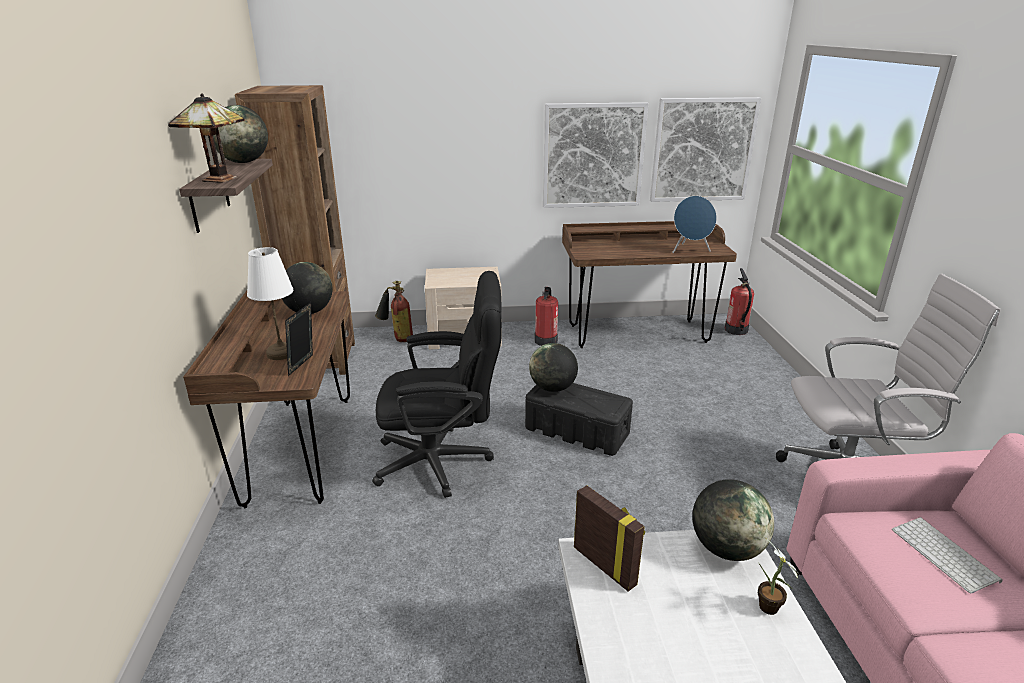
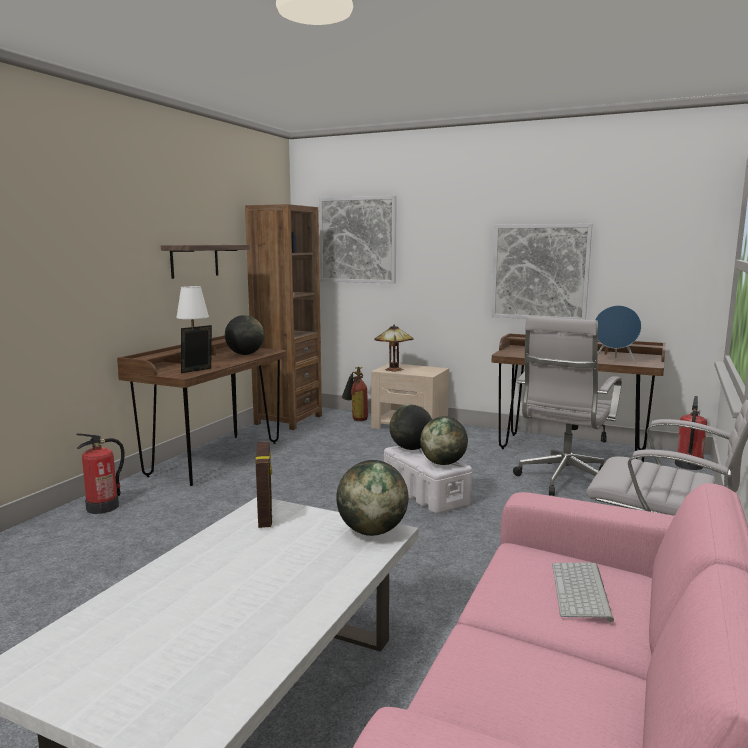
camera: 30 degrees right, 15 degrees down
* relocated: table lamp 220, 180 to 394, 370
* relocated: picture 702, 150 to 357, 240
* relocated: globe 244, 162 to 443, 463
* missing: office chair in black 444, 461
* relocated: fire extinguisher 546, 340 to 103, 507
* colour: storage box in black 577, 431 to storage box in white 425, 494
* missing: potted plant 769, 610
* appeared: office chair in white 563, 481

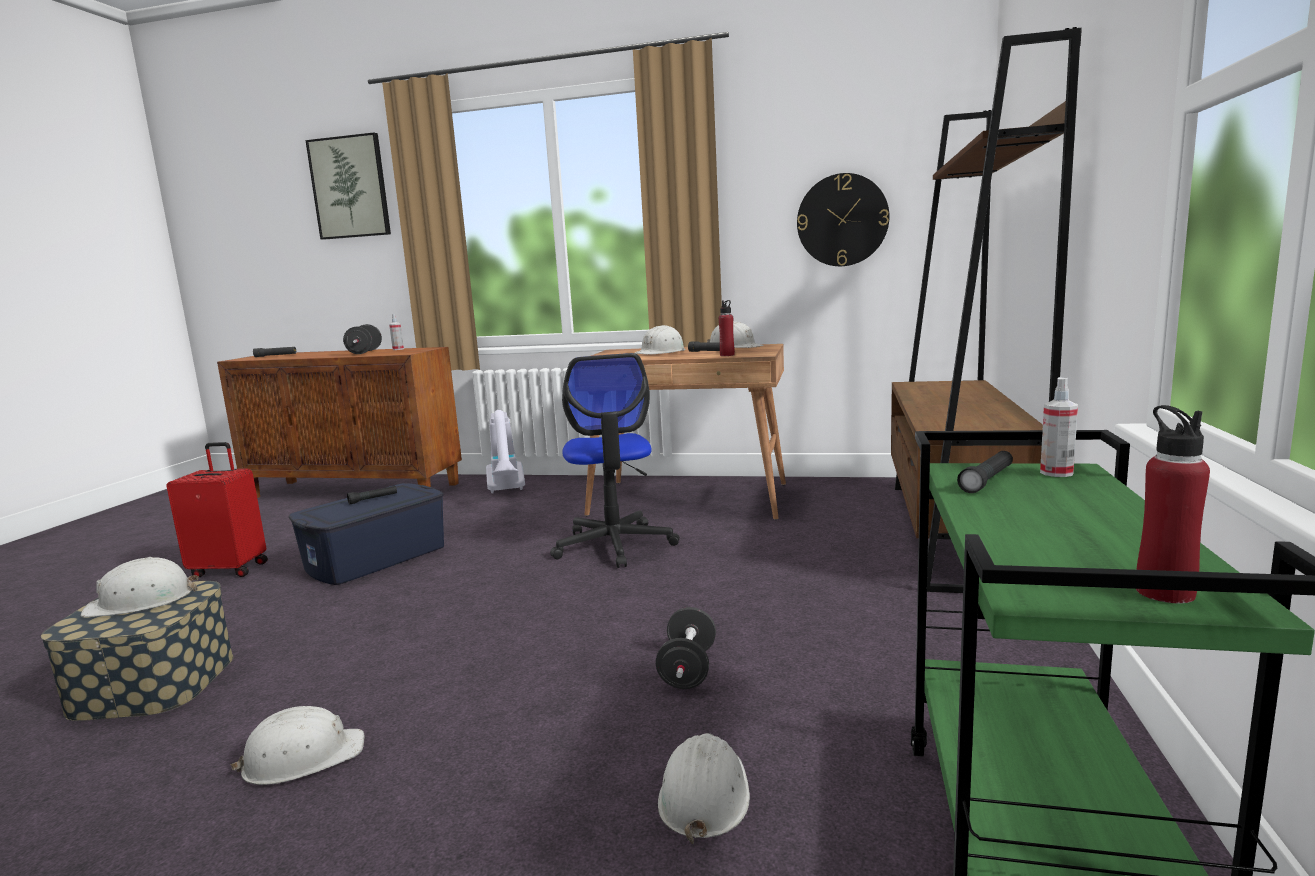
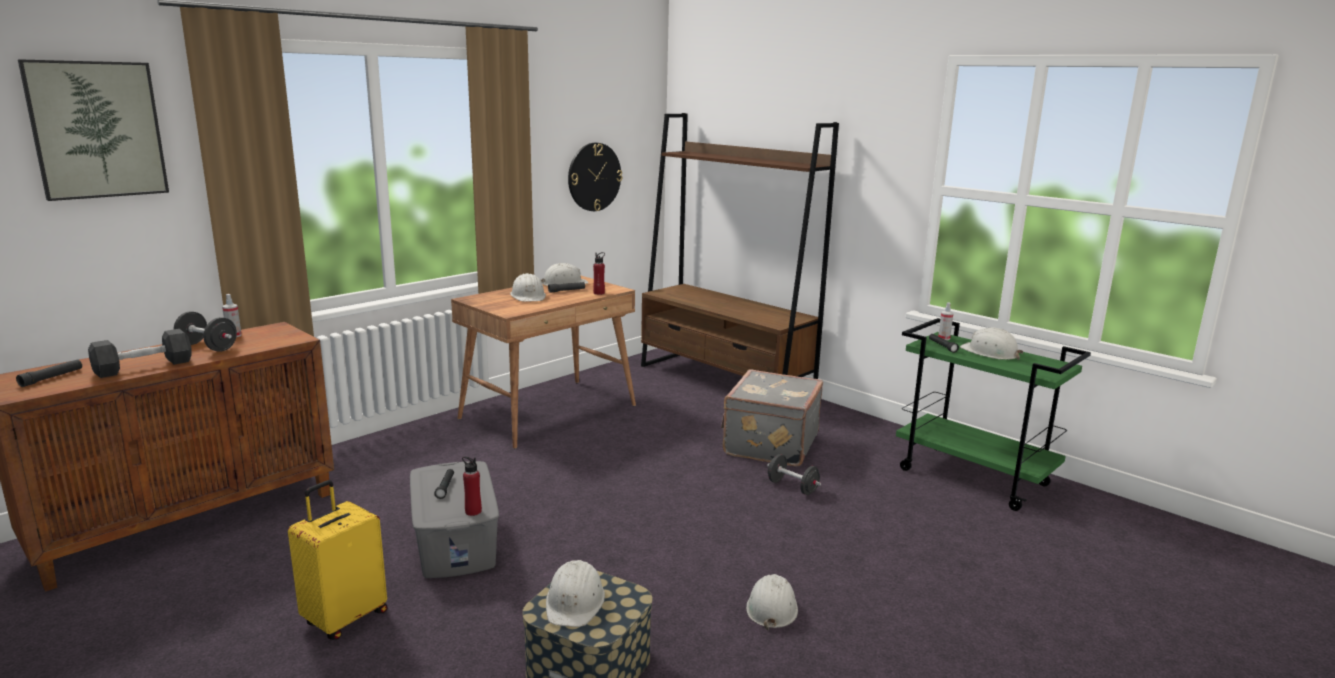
camera: 60 degrees left, 5 degrees up
* missing: office chair 614, 545
* relocated: bottle in red 1164, 592 to 473, 511
* missing: vacuum cleaner 507, 492
* colour: suitcase in red 230, 569 to suitcase in yellow 344, 618
* colour: storage box in blue 377, 558 to storage box in grey 456, 541
* relocated: hard hat in white 704, 795 to 990, 352
* appeared: dumbbell in black 144, 367
* appeared: suitcase in grey 769, 444

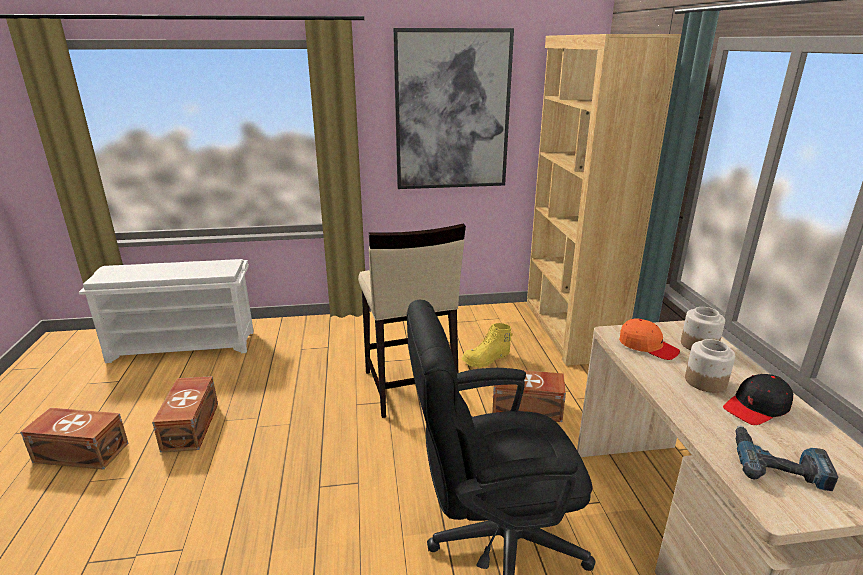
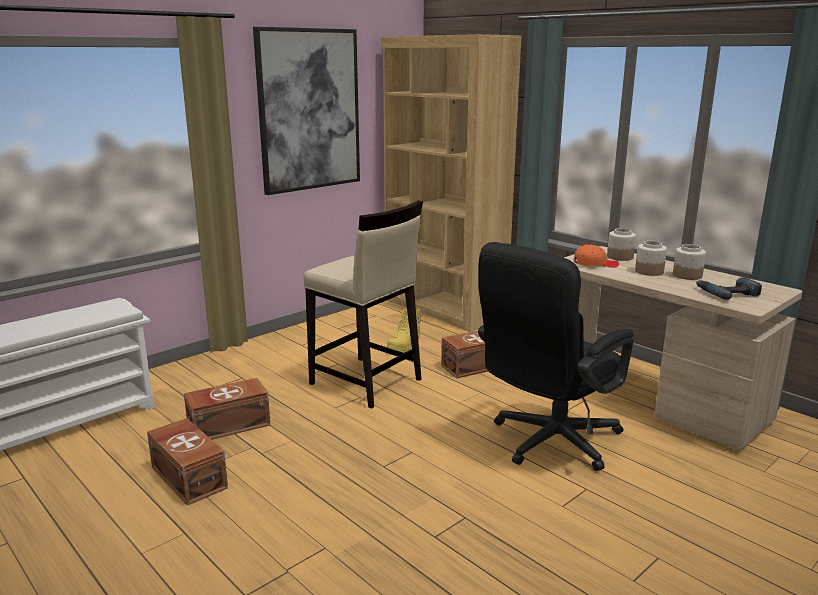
camera: 35 degrees left, 5 degrees down
* exchanged: cap in black 756, 407 to jar 687, 275
* relocated: storage box in brown 81, 451 to 227, 425

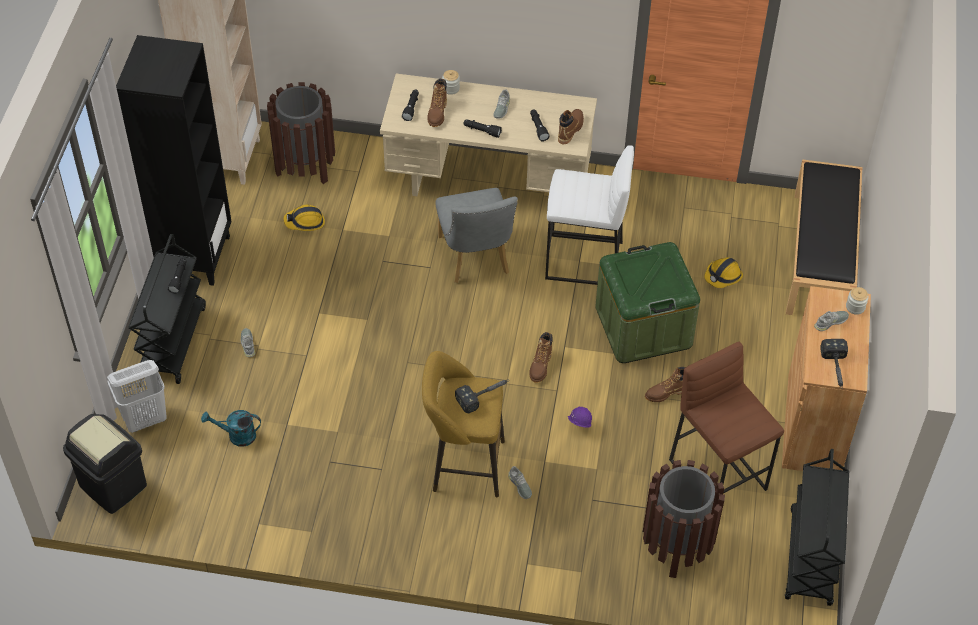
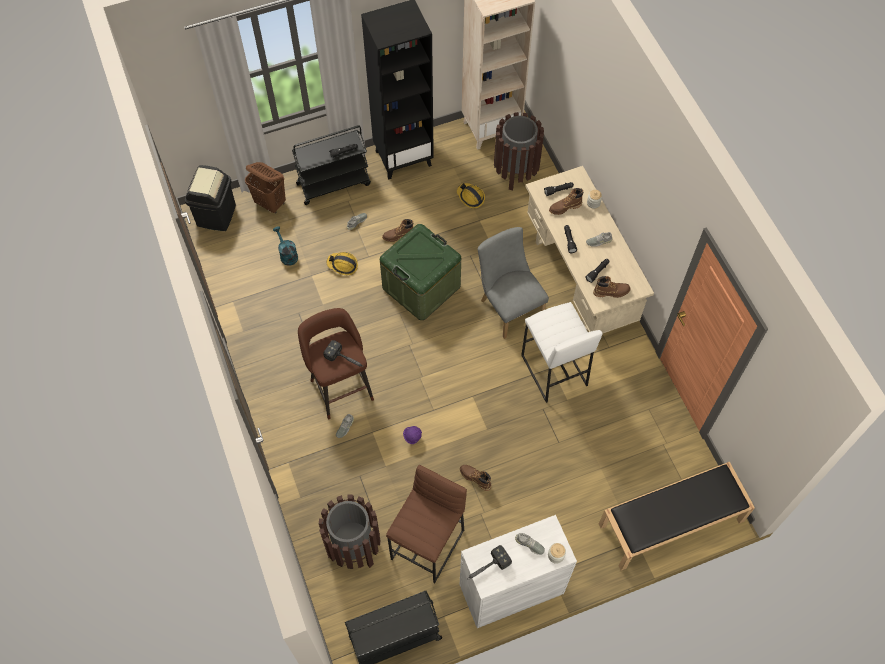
camera: 60 degrees right, 10 degrees up
* spun: chair in grey 475, 259 = 508, 306 105 degrees clockwise
* relocated: storage box in green 643, 326 to 421, 287
* relocated: hard hat 723, 276 to 343, 265
* colour: cabinet in brown 814, 424 to cabinet in white 511, 589
* relocated: boot in brown 540, 366 to 398, 236
* colour: stool in yellow 463, 465 to stool in brown 340, 386
* colour: laundry basket in white 145, 419 to laundry basket in brown 270, 203

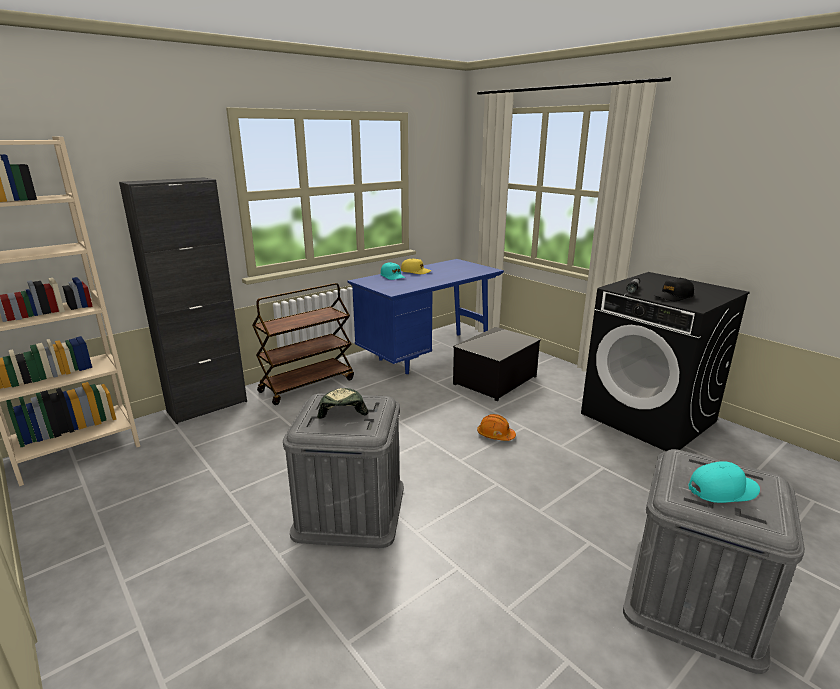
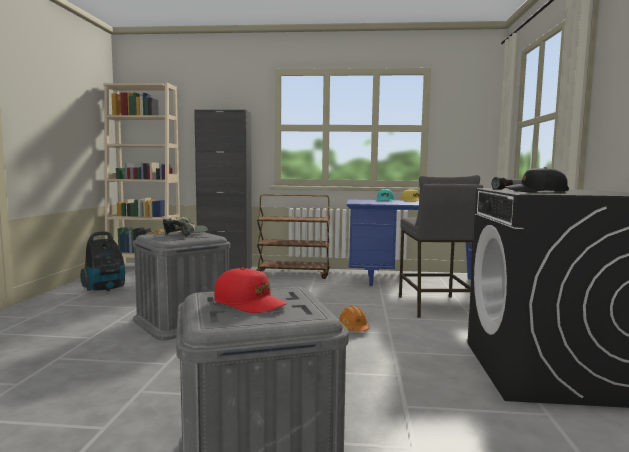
camera: 45 degrees right, 15 degrees down
* exchanged: storage box 495, 381 to stool in grey 434, 306
* colour: cap in turquoise 722, 490 to cap in red 250, 303
* appeared: vacuum cleaner 105, 289

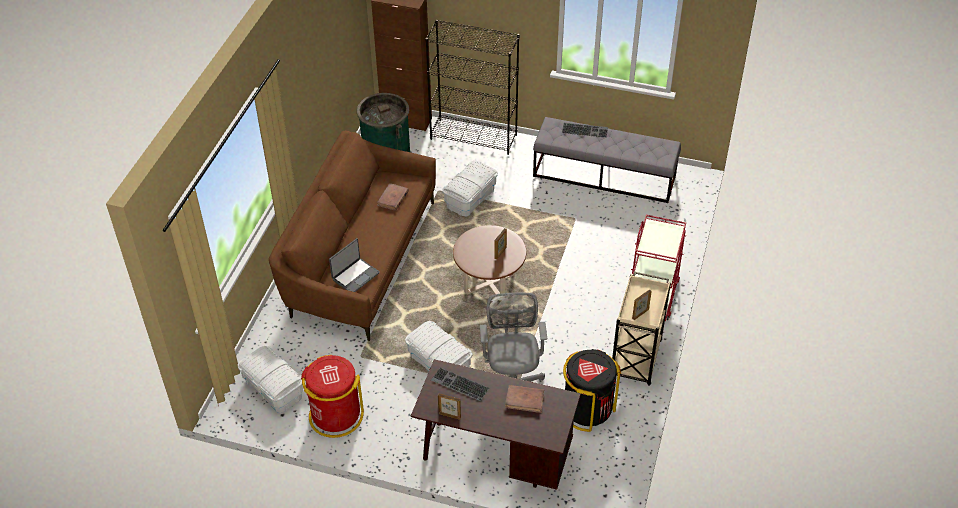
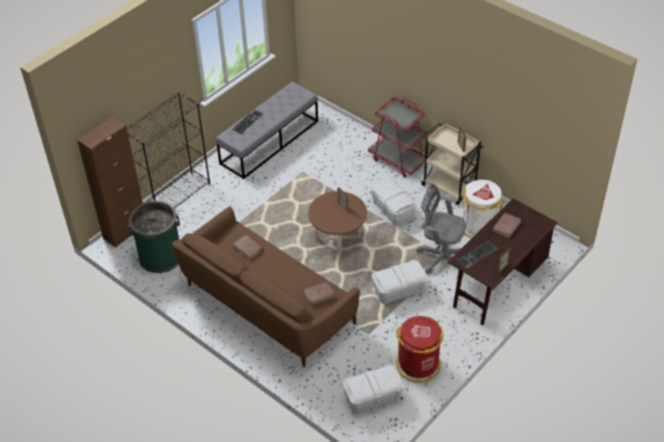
camera: 65 degrees left, 0 degrees up
* relocated: storage box in white 470, 198 to 393, 209
* exchanged: laptop 355, 276 to book in brown 319, 294
* colour: trash can in black 587, 409 to trash can in white 478, 226

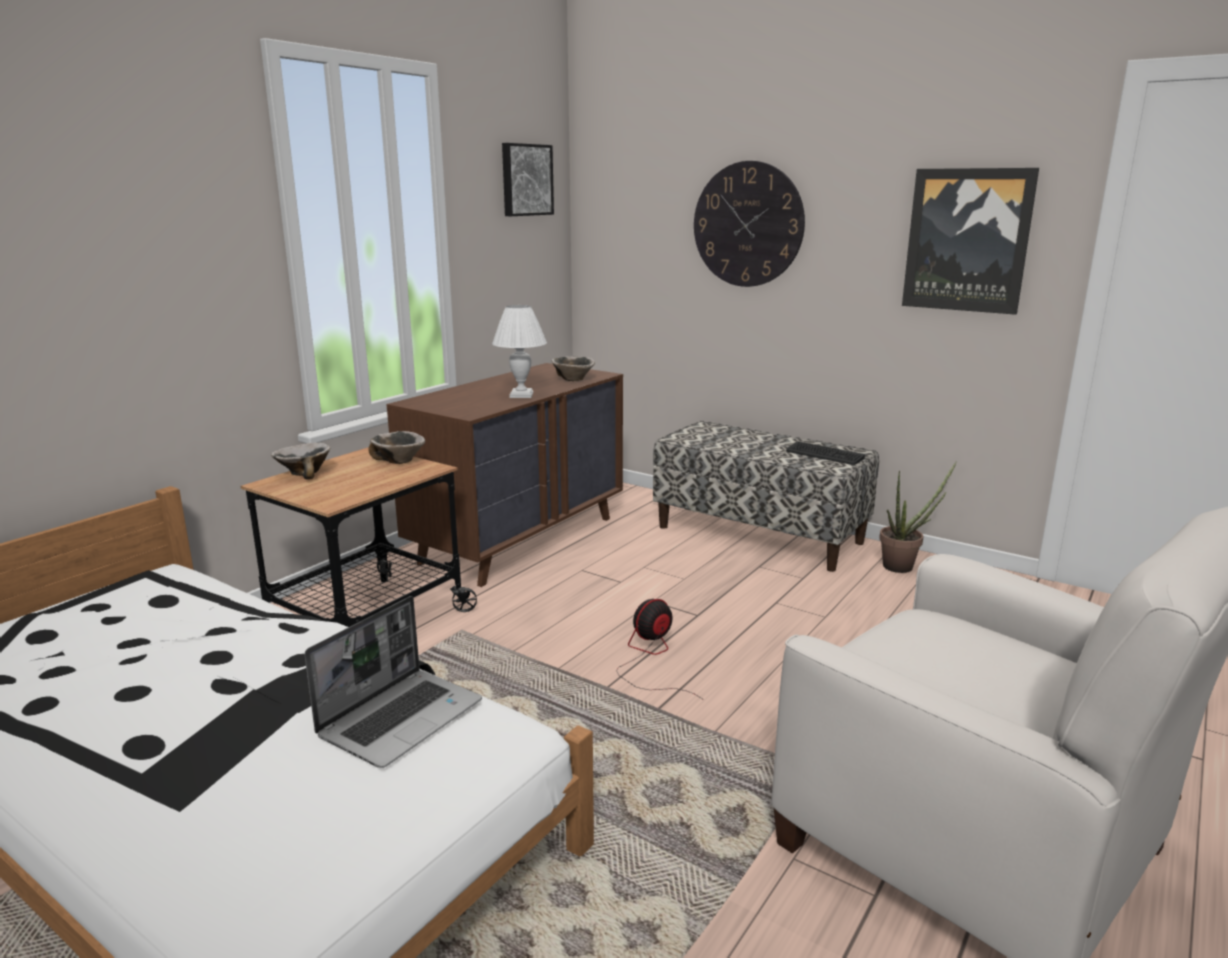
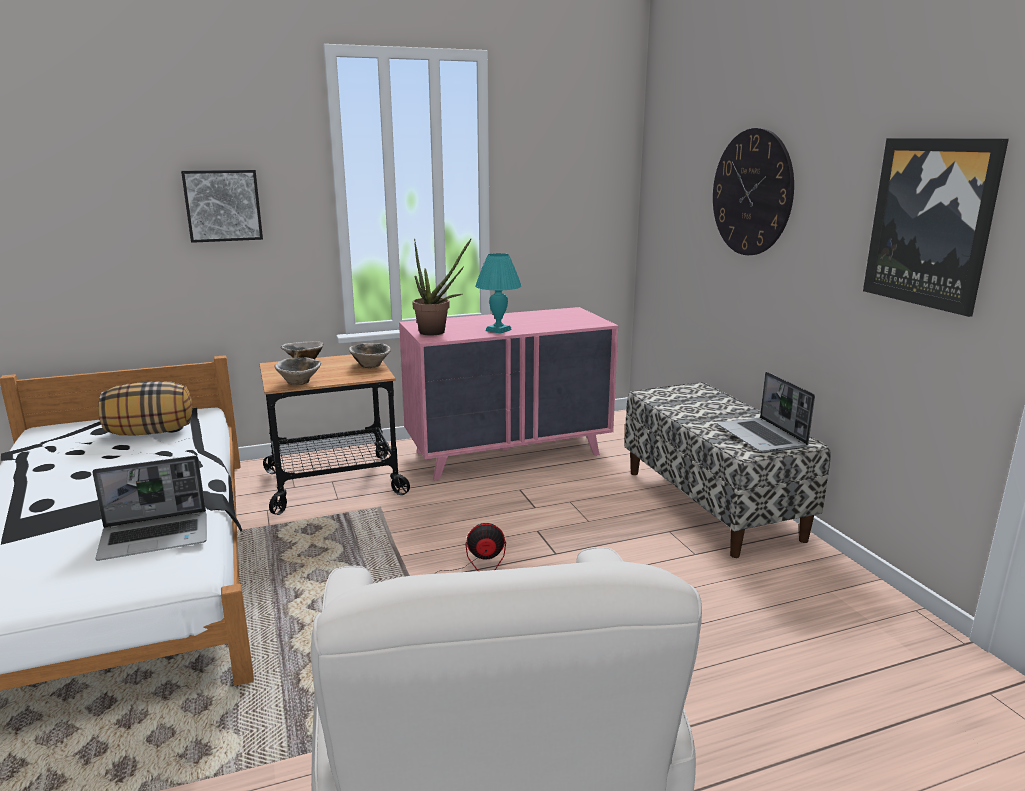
camera: 35 degrees right, 0 degrees up
* relocated: picture 525, 180 to 223, 205
* colour: table lamp in white 520, 395 to table lamp in turquoise 498, 330
* relocated: bowl 573, 379 to 299, 382
* colour: dresser in brown 520, 539 to dresser in pink 508, 453
* exchanged: keyboard 824, 454 to laptop 762, 437
* relocated: potted plant 904, 566 to 437, 333
* appeared: pillow 151, 432

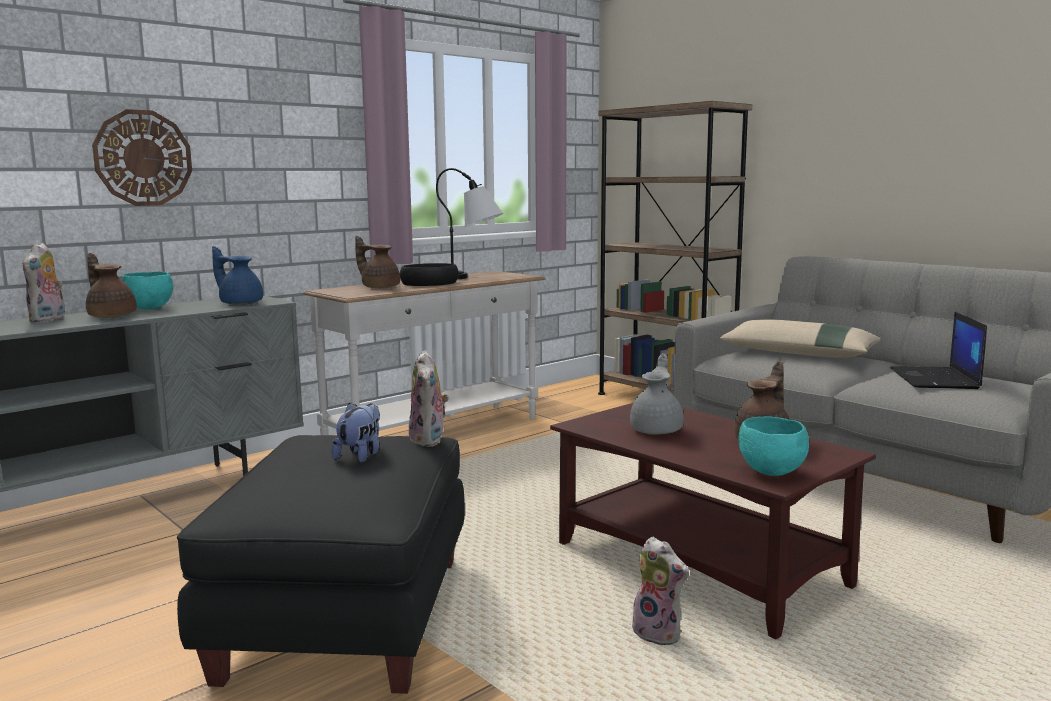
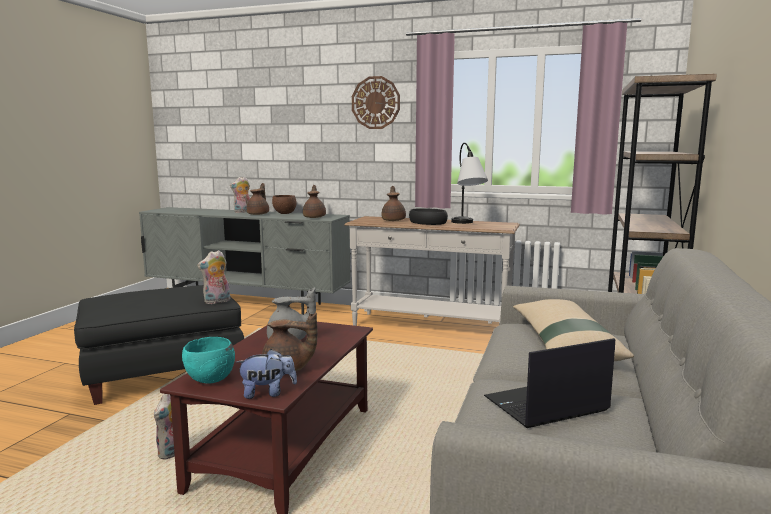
camera: 60 degrees right, 0 degrees up
* relocated: wall clock 143, 158 to 375, 102
* colour: teapot in blue 240, 303 to teapot in brown 314, 217
* colour: bowl in turquoise 150, 308 to bowl in brown 285, 213
* relocated: plush toy 360, 455 to 267, 393

